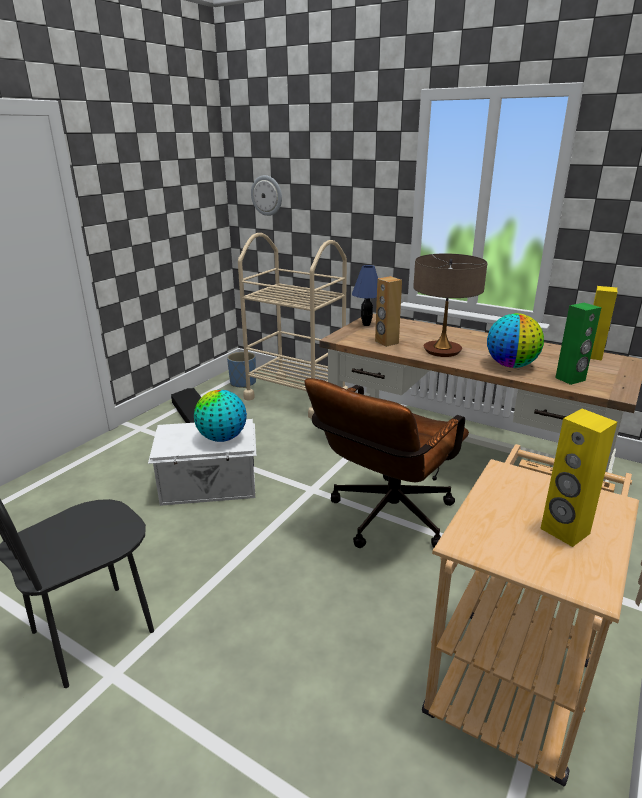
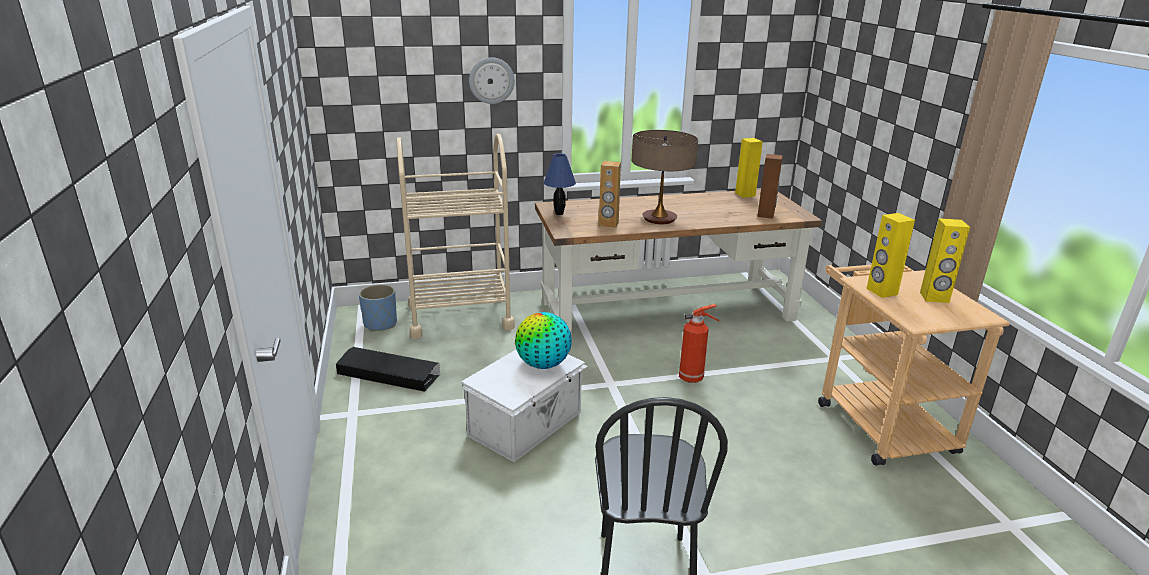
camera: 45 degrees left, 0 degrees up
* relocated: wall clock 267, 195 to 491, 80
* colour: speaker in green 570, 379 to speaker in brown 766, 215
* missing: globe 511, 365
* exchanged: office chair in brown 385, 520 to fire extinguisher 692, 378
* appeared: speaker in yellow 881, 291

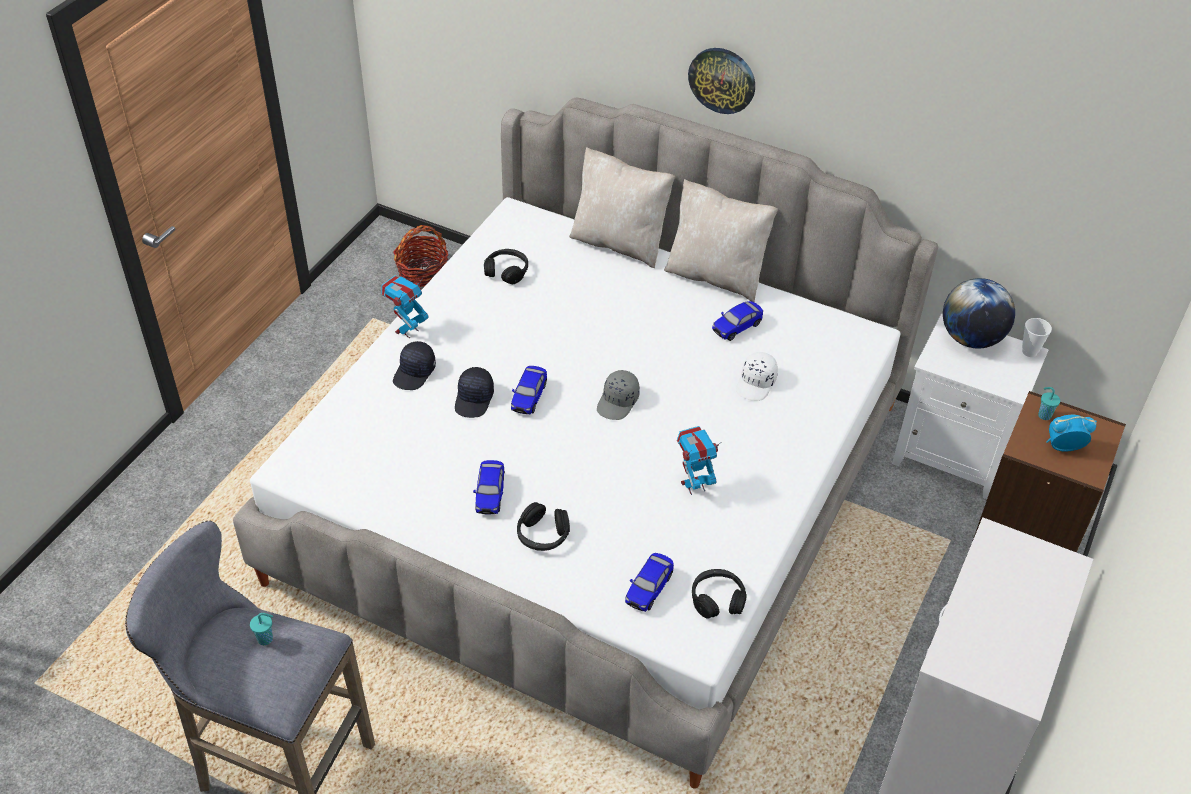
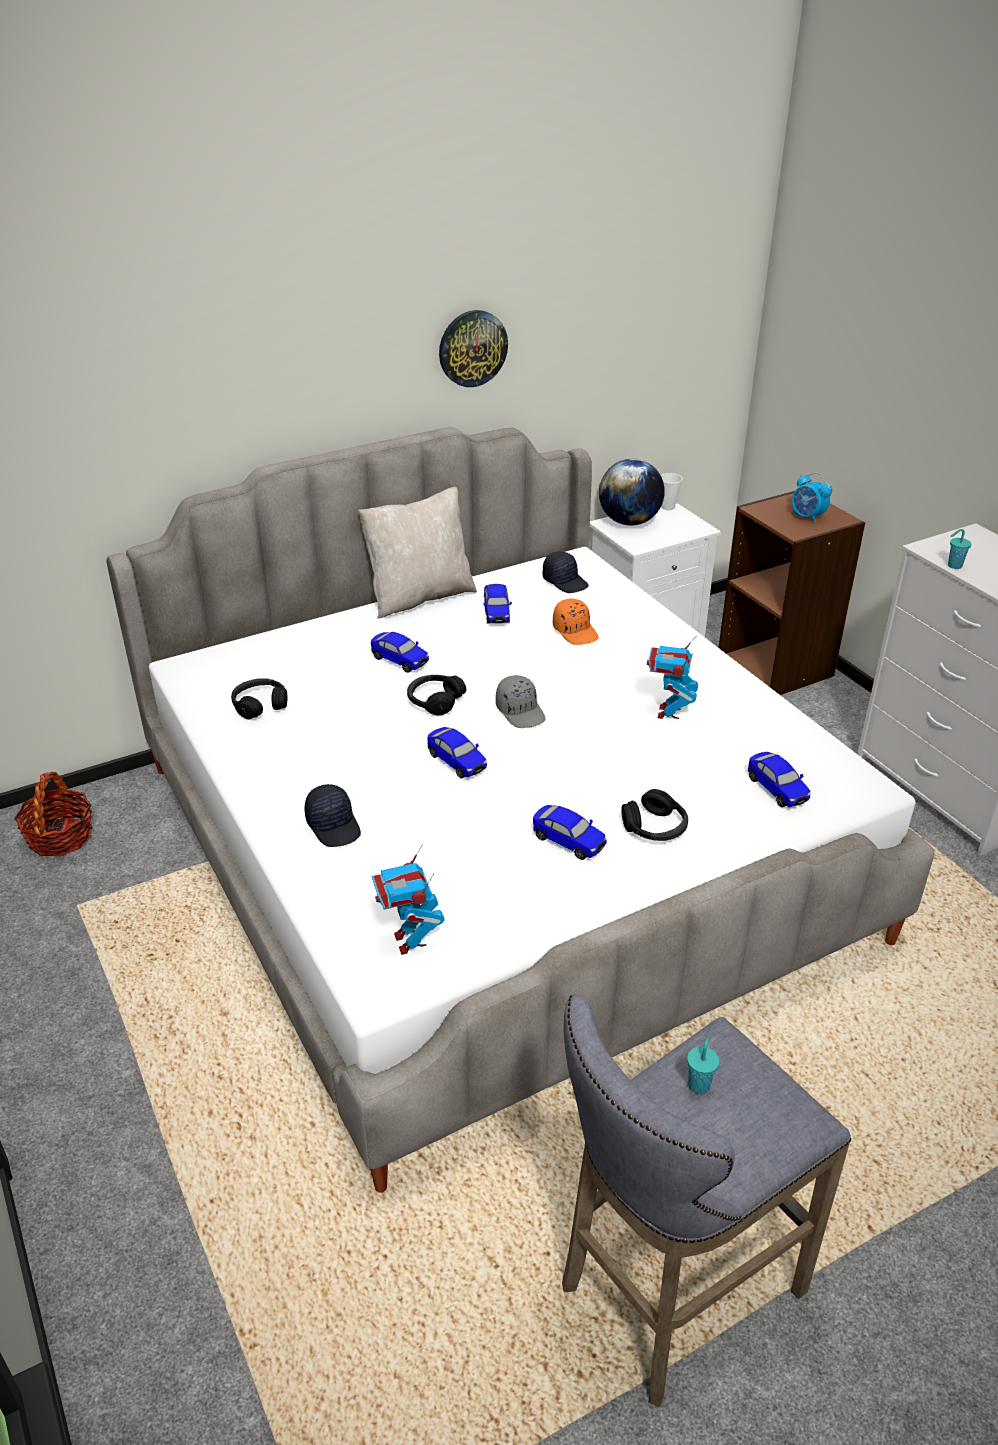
camera: 55 degrees left, 10 degrees down
* relocated: wall clock 722, 80 to 472, 348
* missing: pillow in beige 619, 243
* relocated: toy robot 407, 330 to 410, 941
* colour: cap in white 756, 383 to cap in orange 576, 631
* relocated: cap in black 474, 399 to 565, 581
* relocated: cup in turquoise 1043, 415 to 953, 566
* spun: alarm clock 1063, 447 = 807, 517 75 degrees counterclockwise
* relocated: headphones in black 717, 599 to 435, 701
* appeared: toy car 400, 660

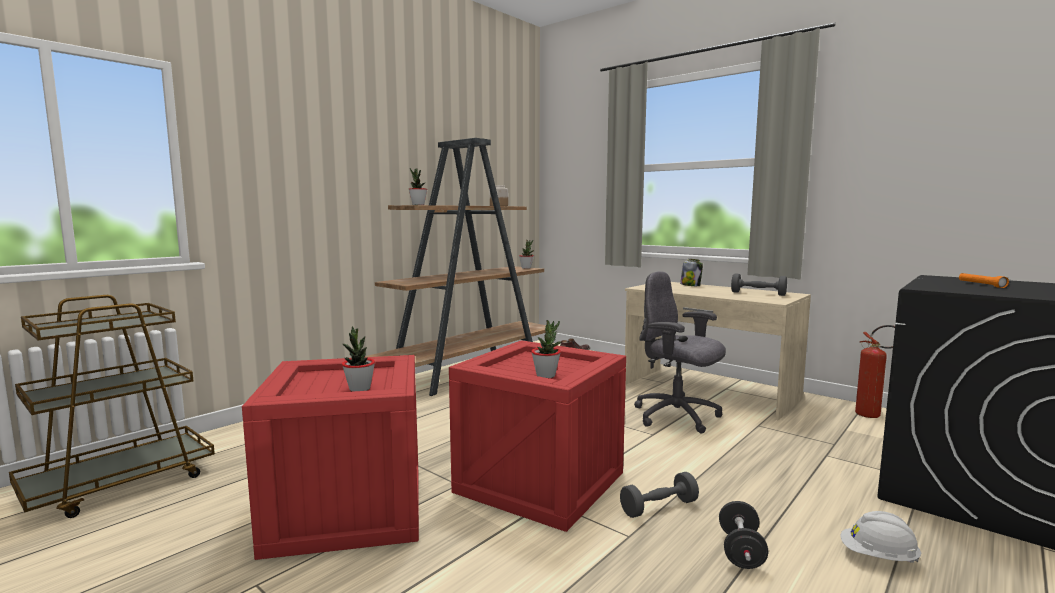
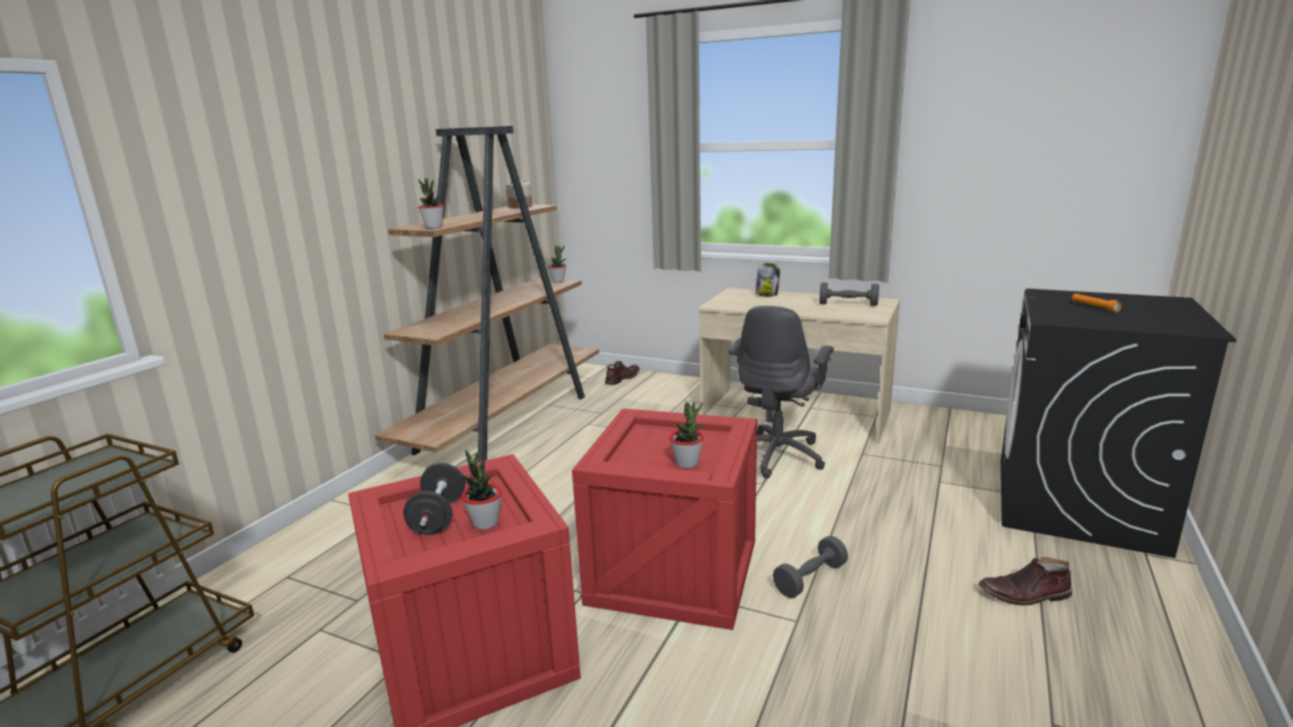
camera: 15 degrees left, 10 degrees up
* spun: office chair in grey 677, 417 = 777, 455 90 degrees counterclockwise
* missing: fire extinguisher 872, 416
* relocated: dumbbell in black 741, 551 to 438, 517
* exchanged: hard hat in white 878, 557 to boot in brown 1025, 595

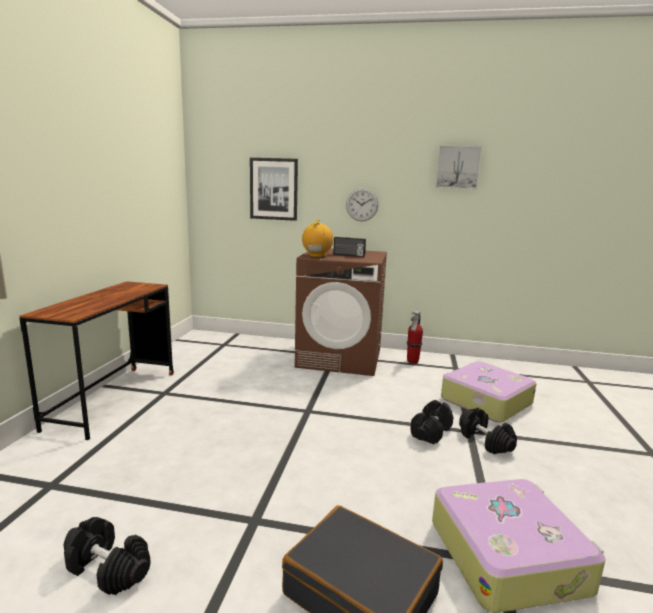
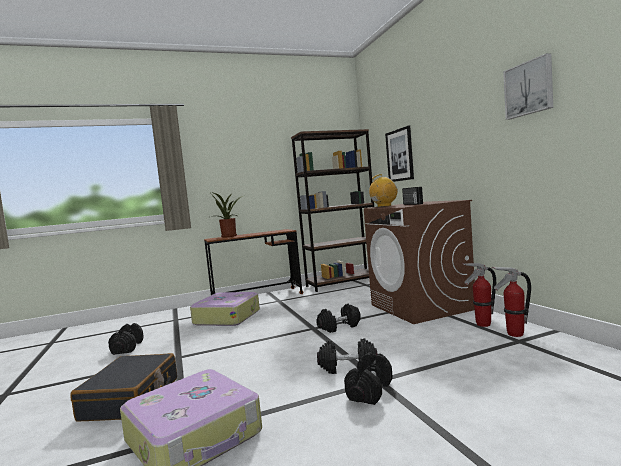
camera: 60 degrees right, 10 degrees down
* missing: wall clock 362, 204
* relocated: suitcase 484, 401 to 227, 317
* appeared: bookcase in brown 343, 283
* appeared: potted plant 229, 236
* appeared: fire extinguisher 514, 334
* appeared: dumbbell in black 339, 327

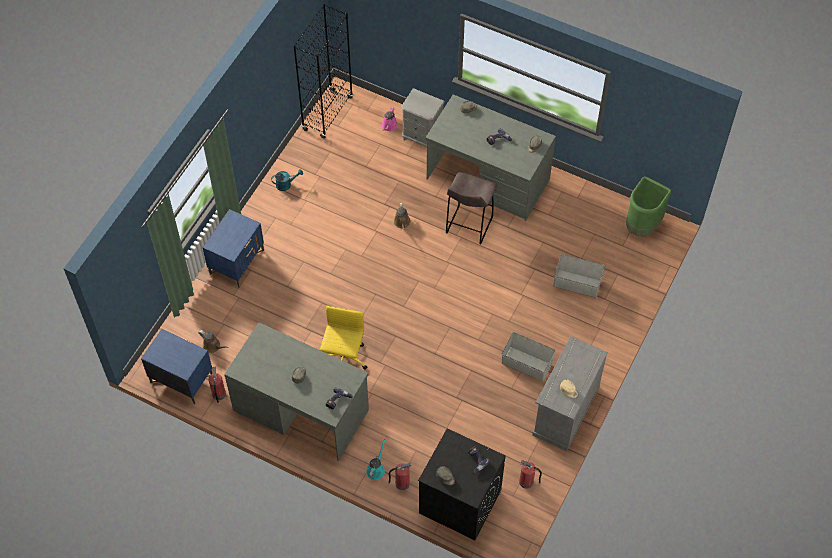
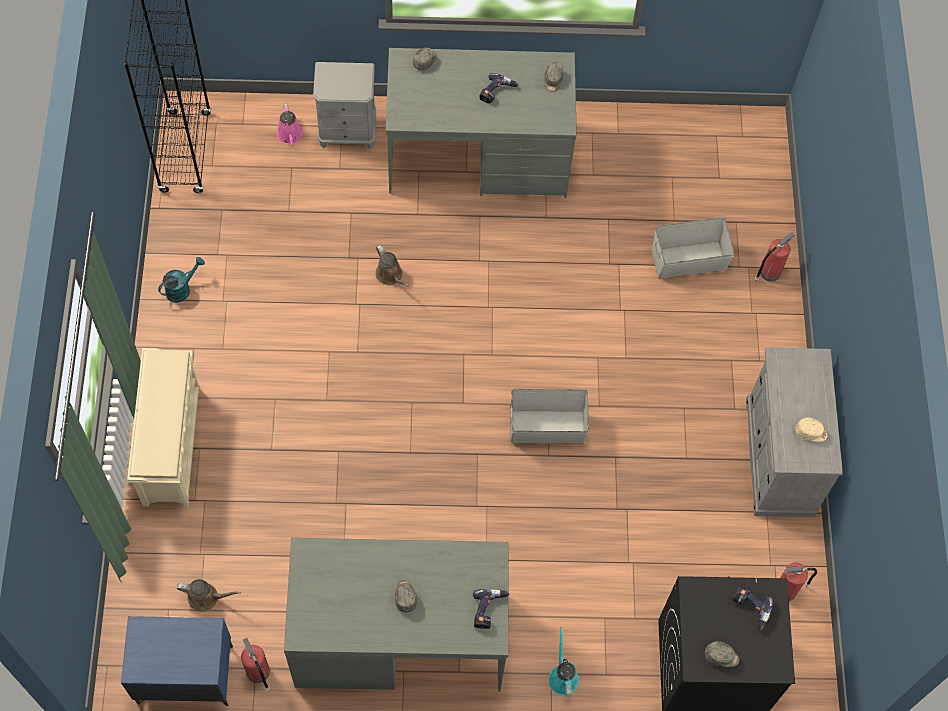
camera: 30 degrees left, 5 degrees up
* missing: stool in grey 468, 226
* missing: trash can in green 642, 226
* exchanged: nightstand in blue 237, 262 to shoe rack in beige 171, 444
* missing: office chair in yellow 343, 359
* relocated: storage box in grey 526, 364 to 547, 427
* relocated: fire extinguisher 401, 483 to 769, 273

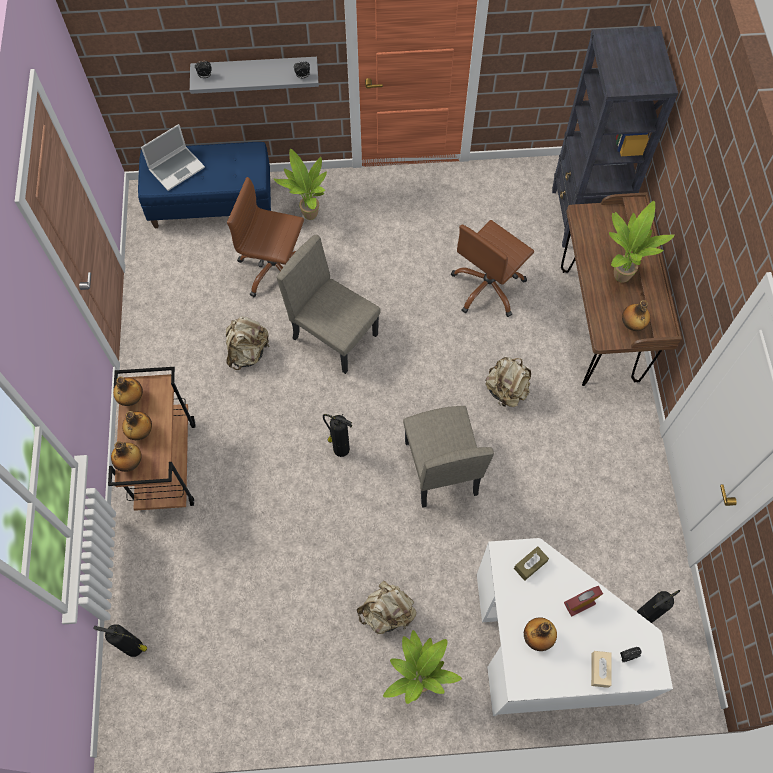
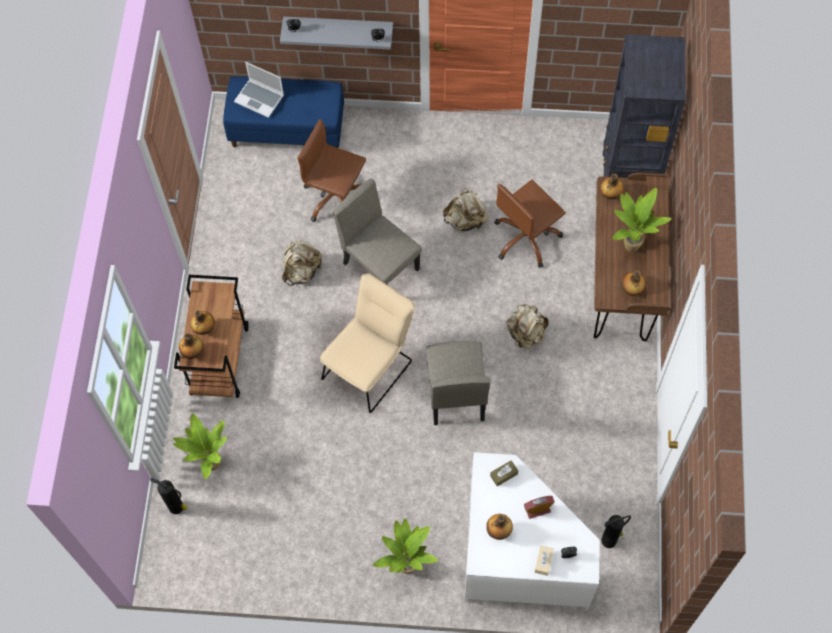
camera: 10 degrees right, 0 degrees up
* spun: laptop 177, 168 = 260, 98 60 degrees clockwise
* relocated: potted plant 308, 215 to 210, 464
* relocated: bottle 131, 398 to 610, 194
* exchanged: fire extinguisher 340, 448 to chair in beige 371, 366
* relocated: backpack in beige 387, 613 to 466, 220

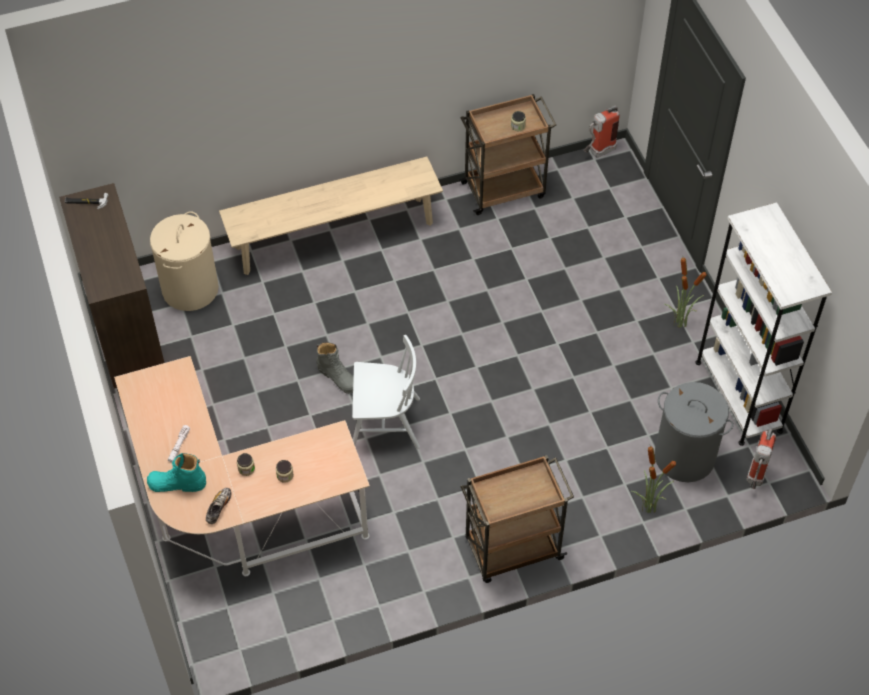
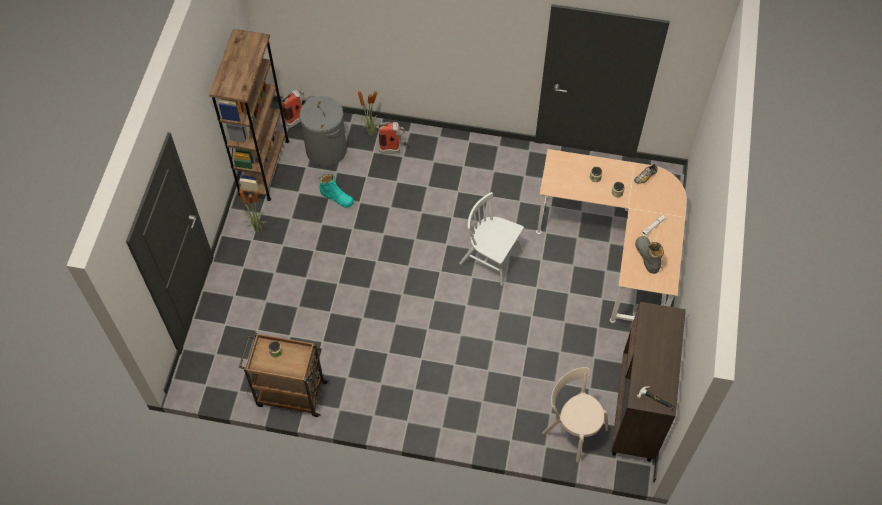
camera: 150 degrees left, 5 degrees up
* relocated: fire extinguisher 598, 152 to 394, 150
* missing: bench in beige 334, 235
* colour: bookcase in white 738, 396 to bookcase in brown 264, 167
* exchanged: laundry basket in beige 190, 289 to chair in beige 572, 429
* relocated: boot in grey 338, 377 to 647, 256
* relocated: boot in turquoise 177, 483 to 337, 197
* missing: cart in brown 512, 550

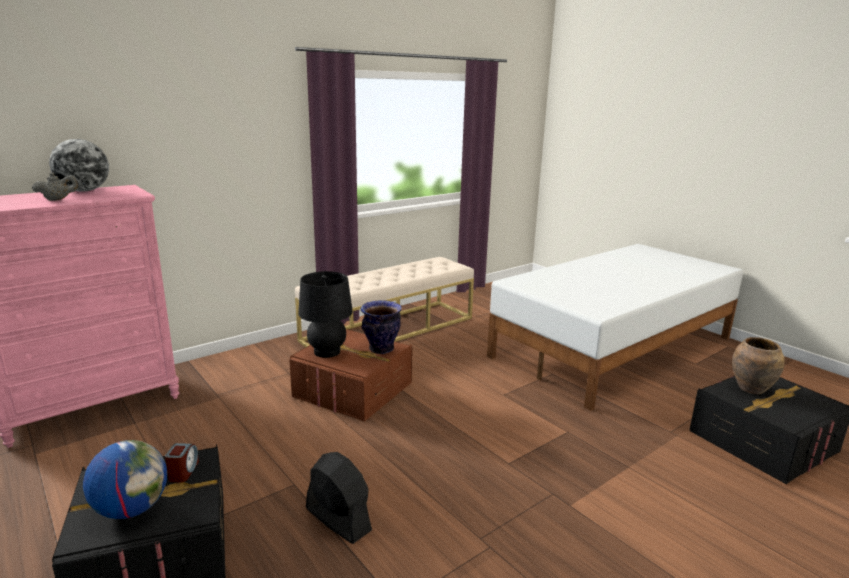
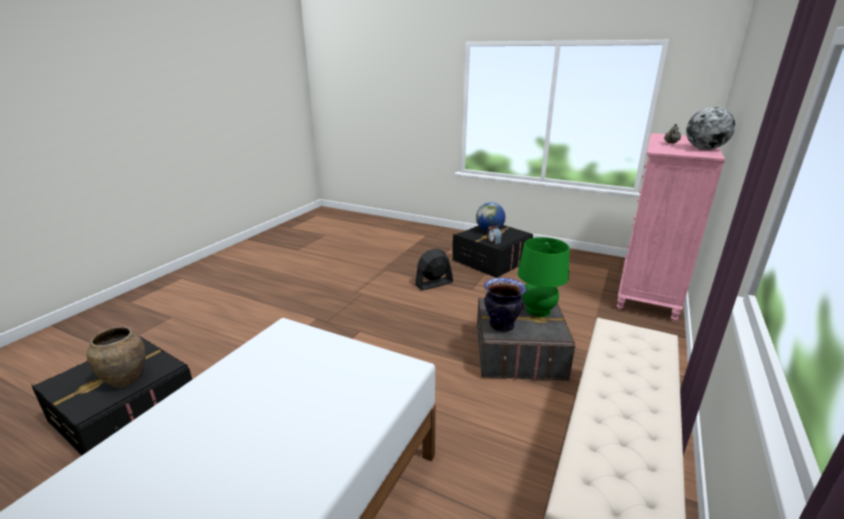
camera: 155 degrees right, 5 degrees up
* colour: table lamp in black 327, 352 to table lamp in green 538, 310
* colour: storage box in brown 353, 390 to storage box in grey 519, 353
* spun: fan in black 338, 519 = 434, 284 135 degrees clockwise

